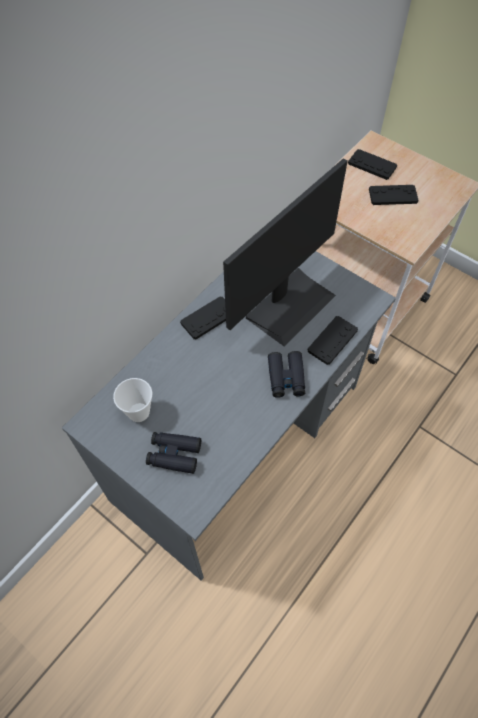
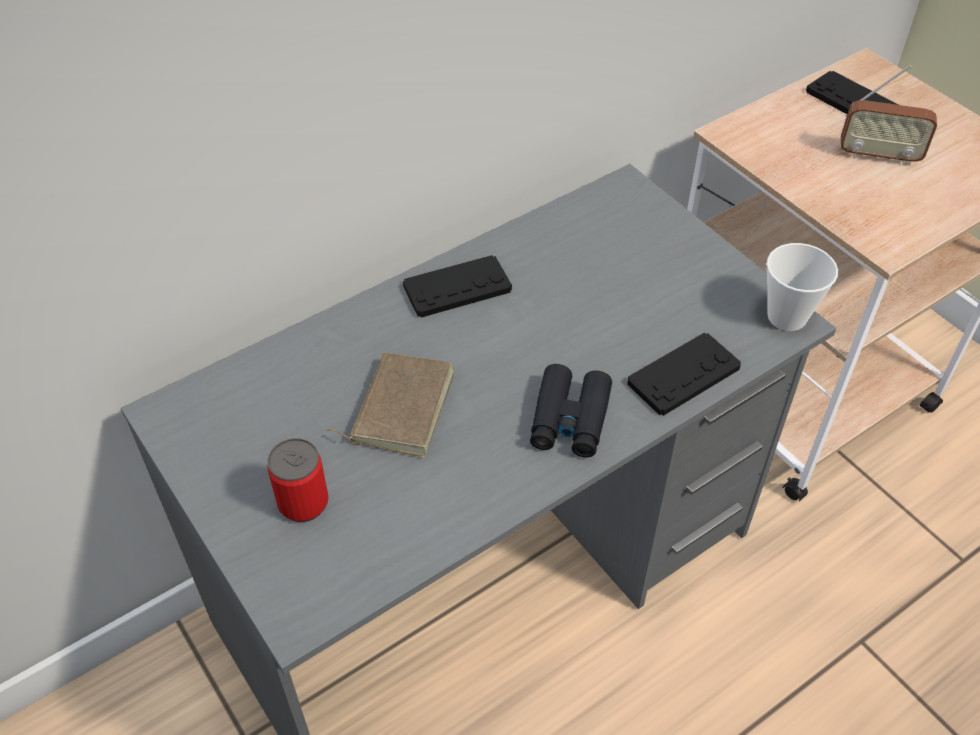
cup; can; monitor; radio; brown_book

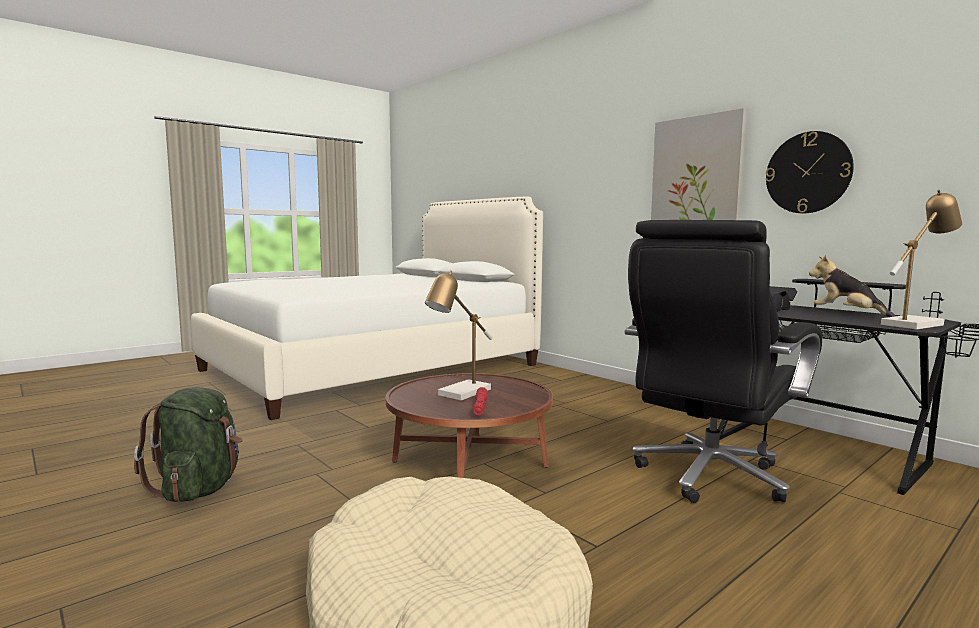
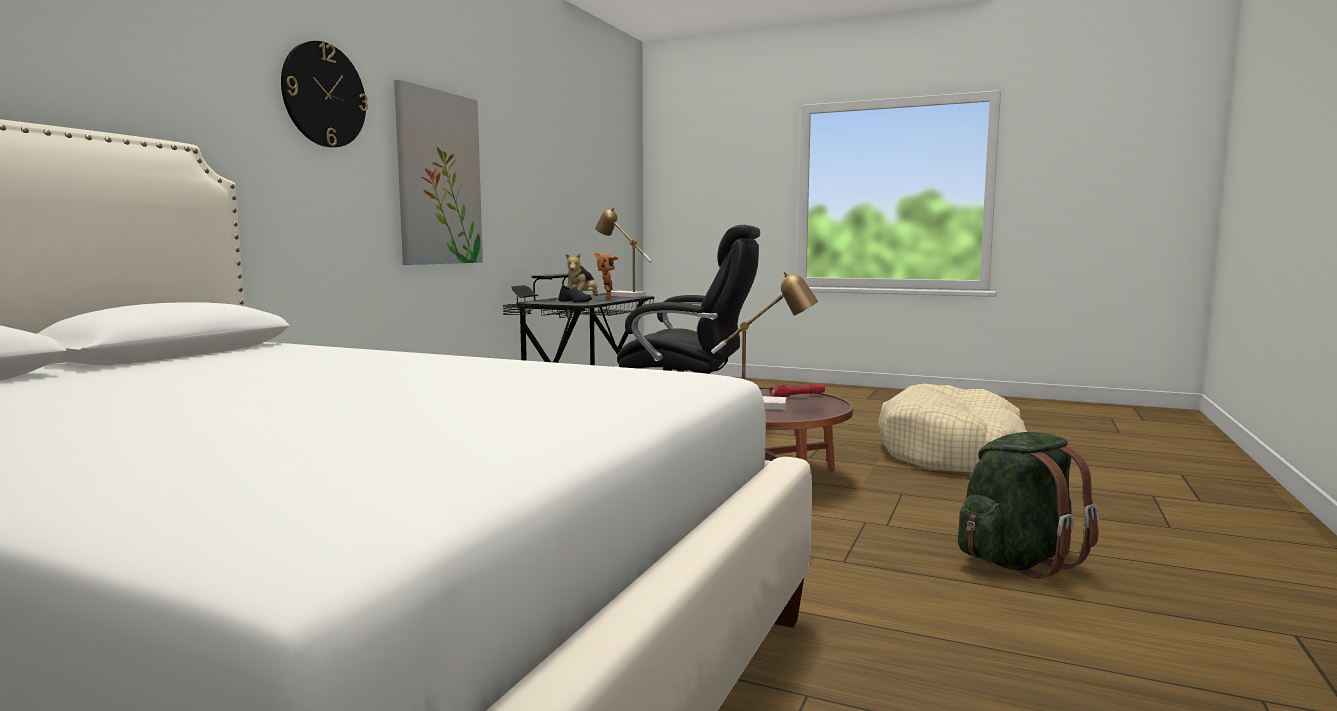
wall_clock; toy_robot

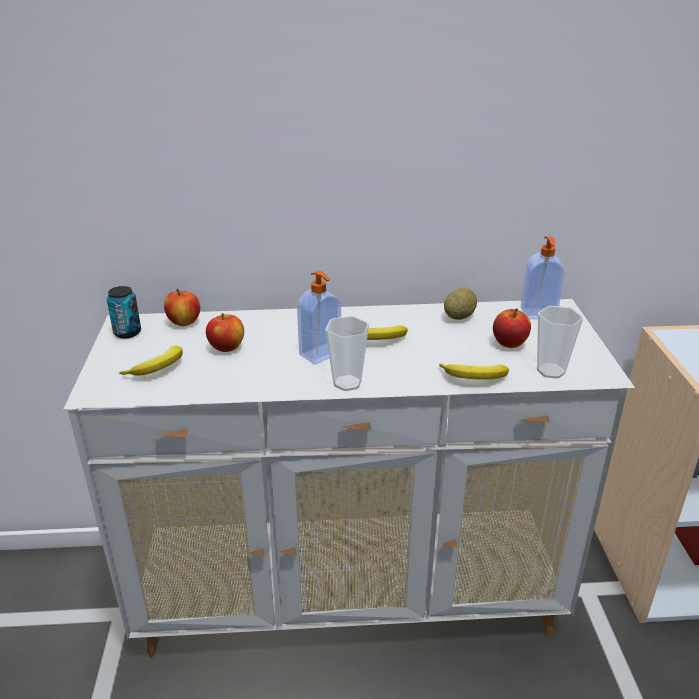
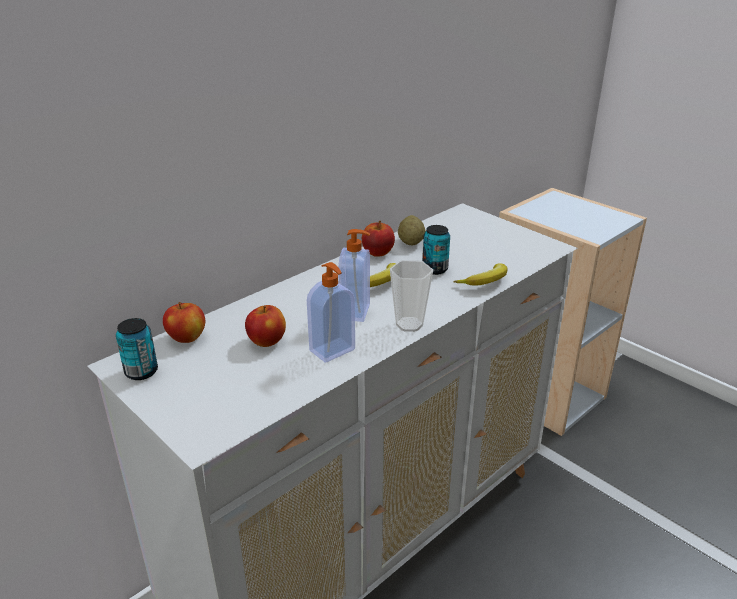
banana (1st from left in the first image); apple (3rd from left); soap_dispenser (1st from left); cup (2nd from left in the first image); can (2nd from left)

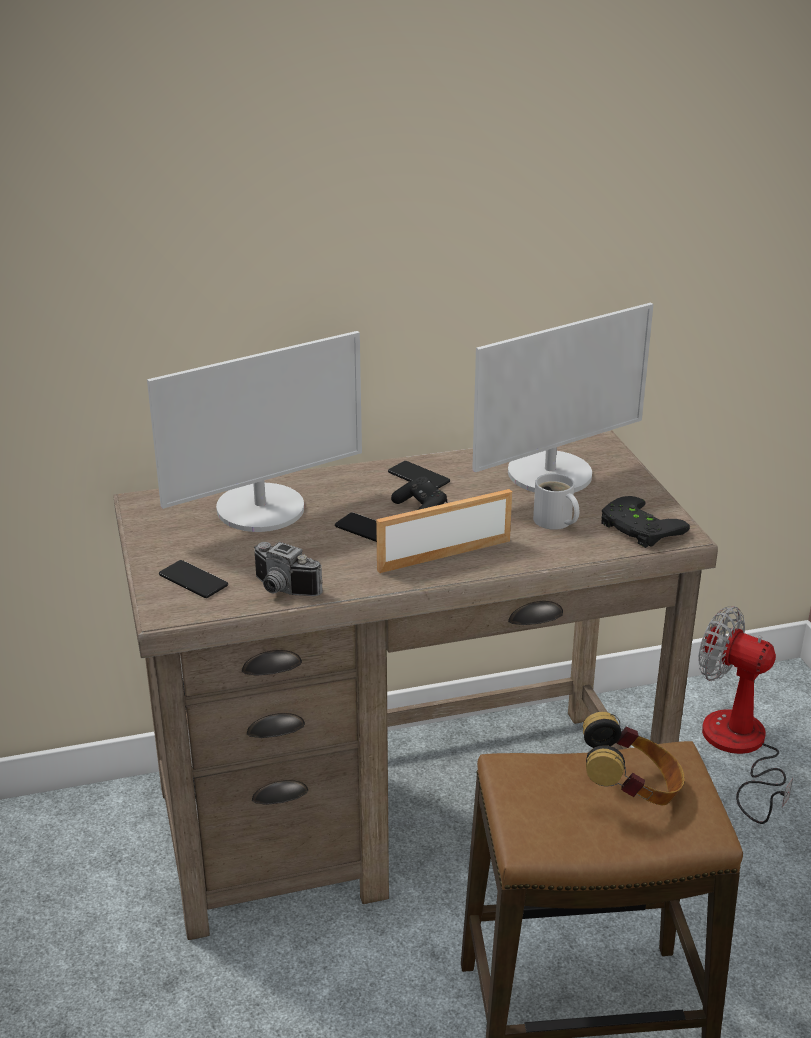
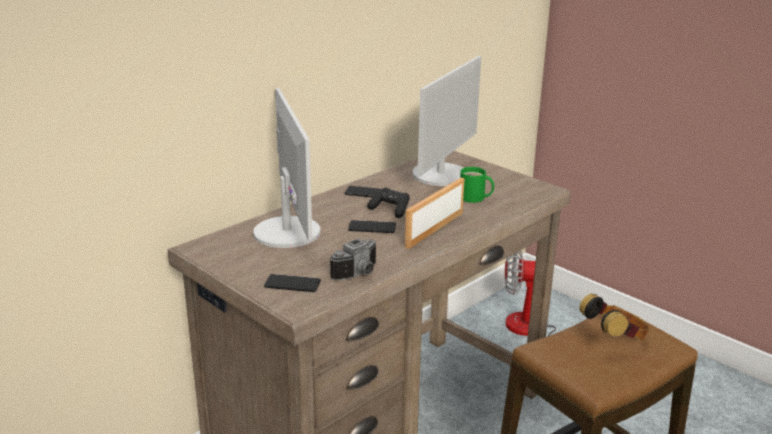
monitor (1st from left); photo_camera; green_mug; black_game_controller (2nd from left in the first image)

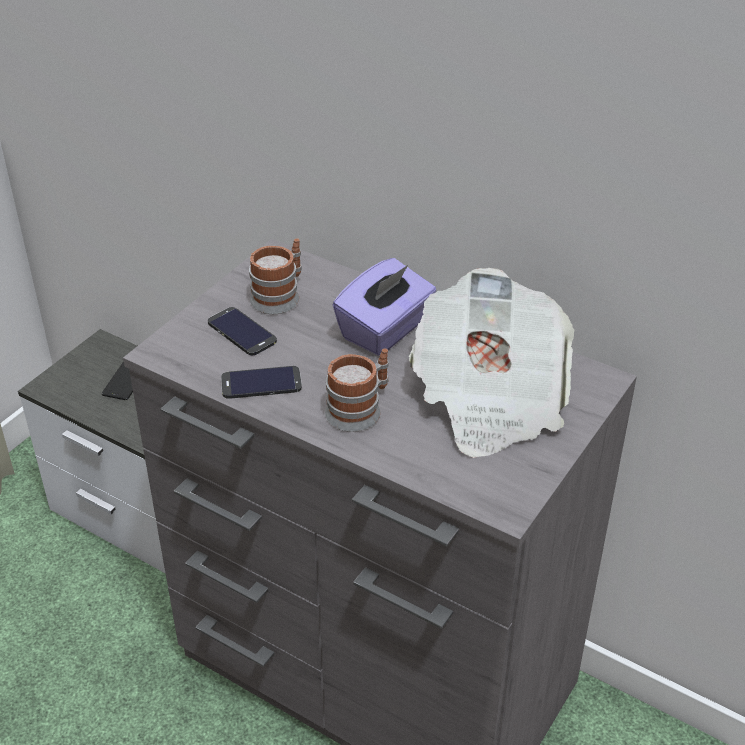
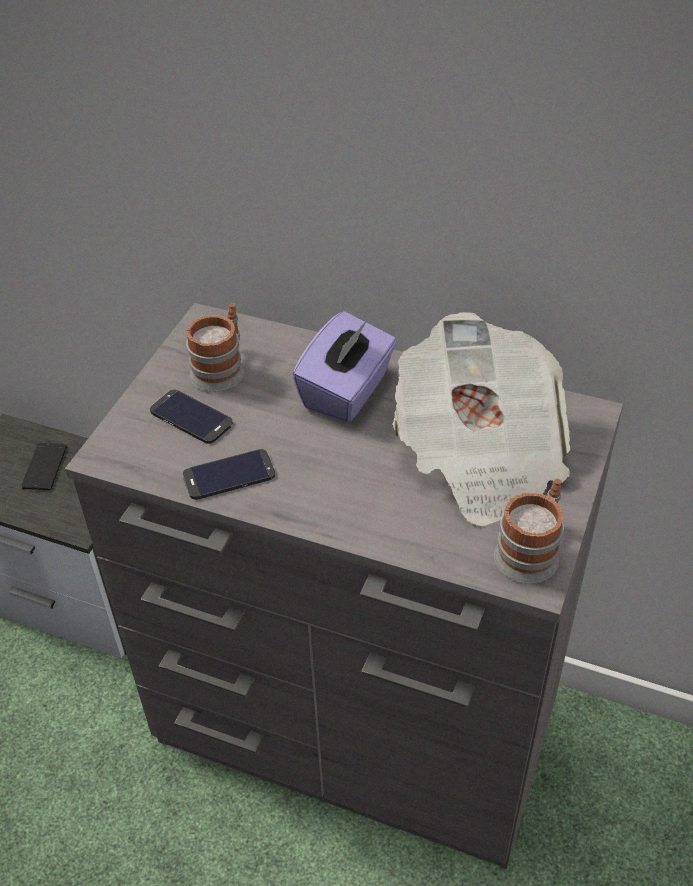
mug (2nd from left)

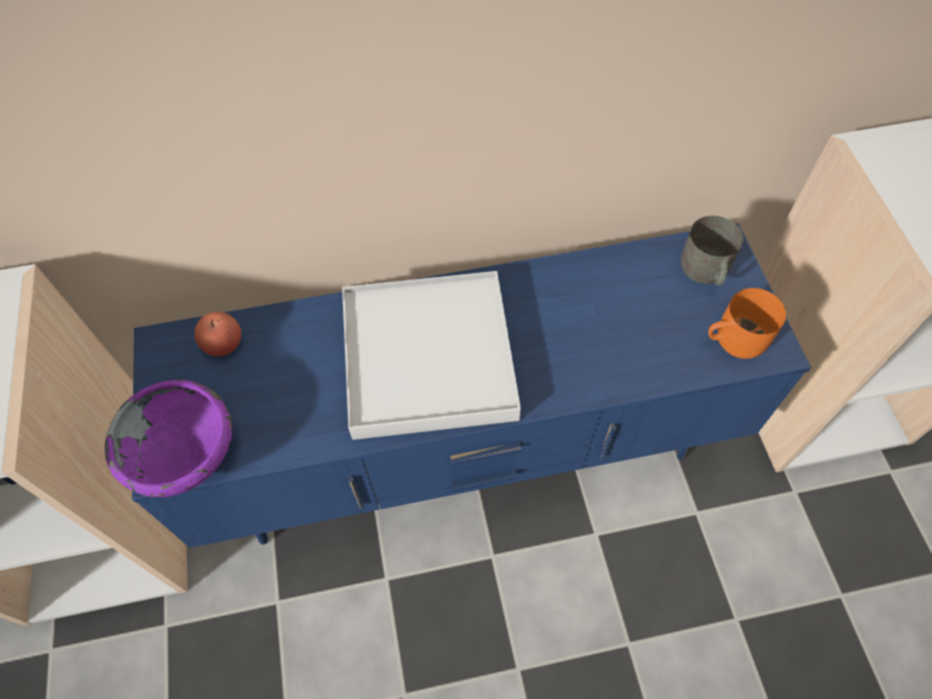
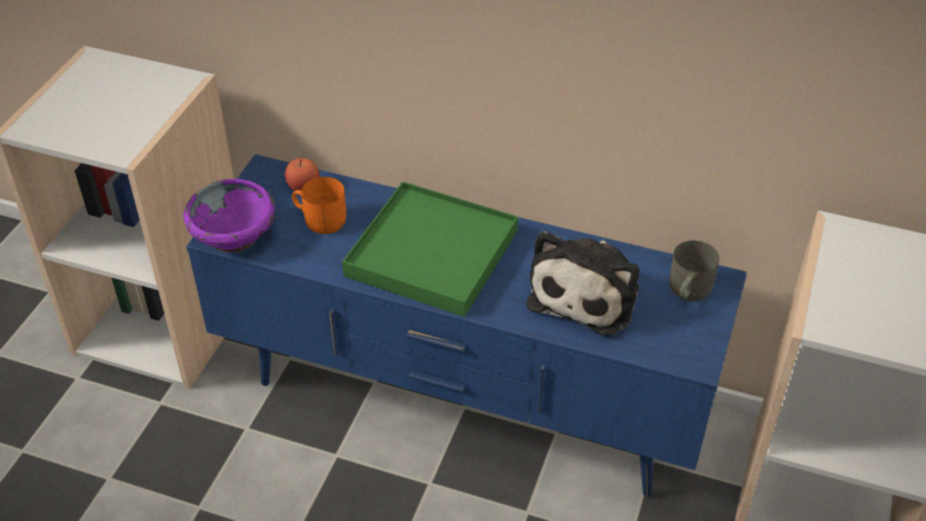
green_tray; orange_mug; plush_toy

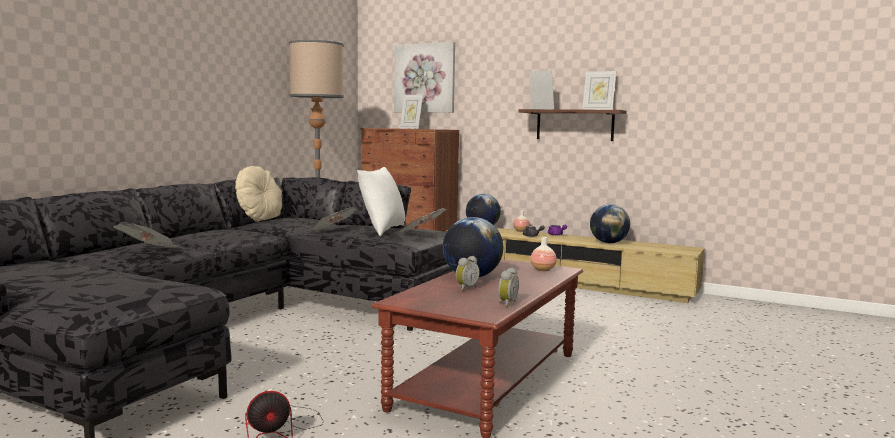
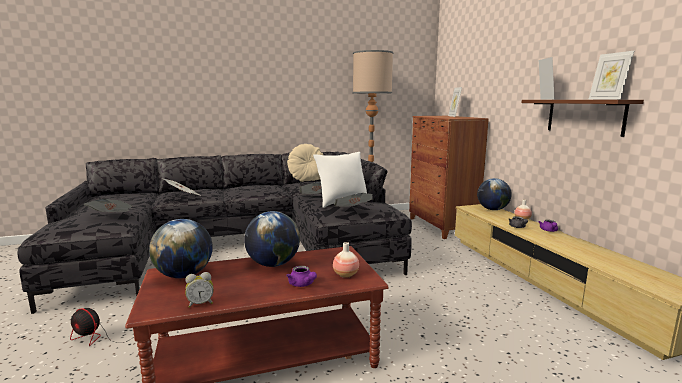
picture; alarm_clock (1st from left in the first image); globe (1st from left); newspaper (1st from left); purple_teapot (1st from left)

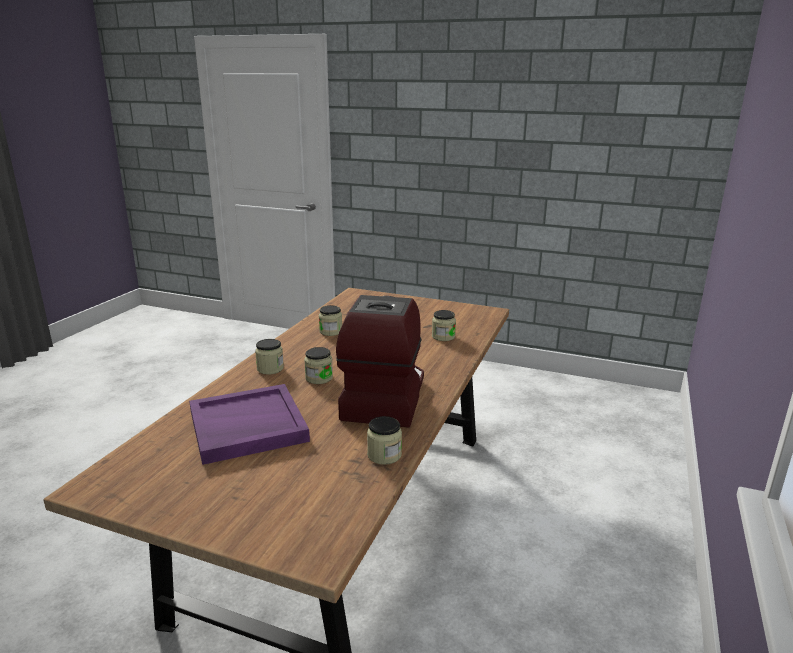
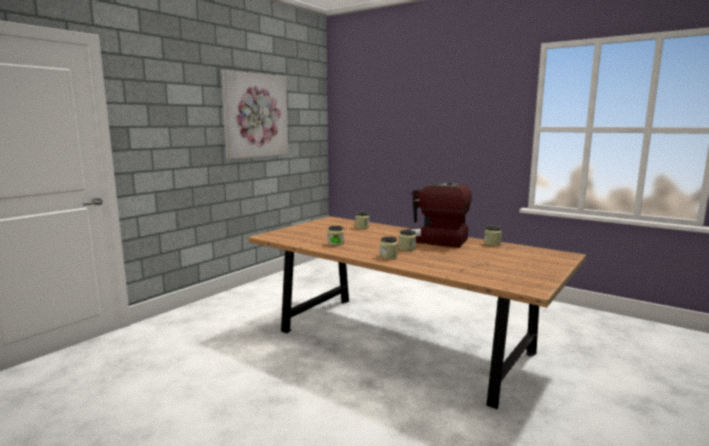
purple_tray; picture

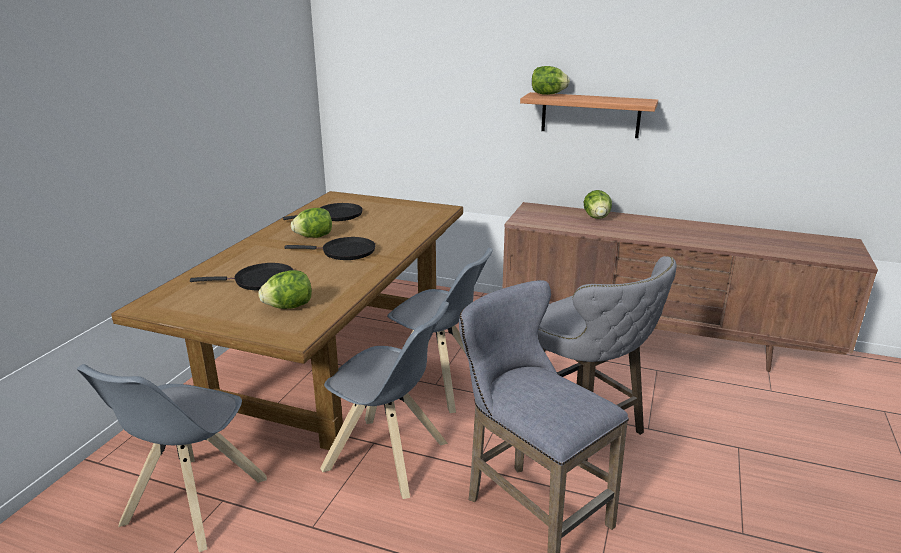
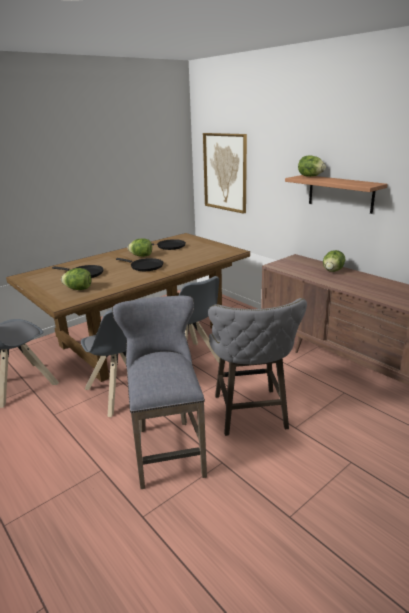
picture

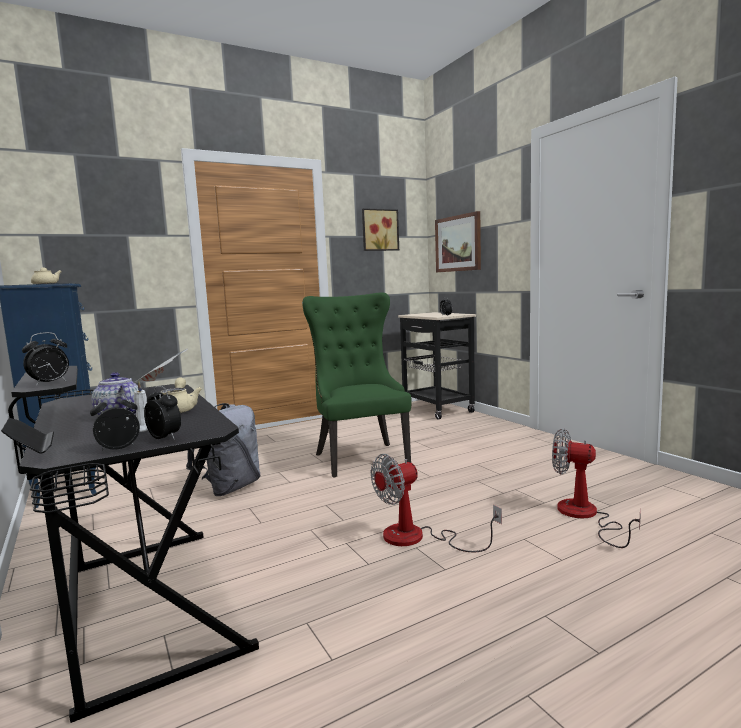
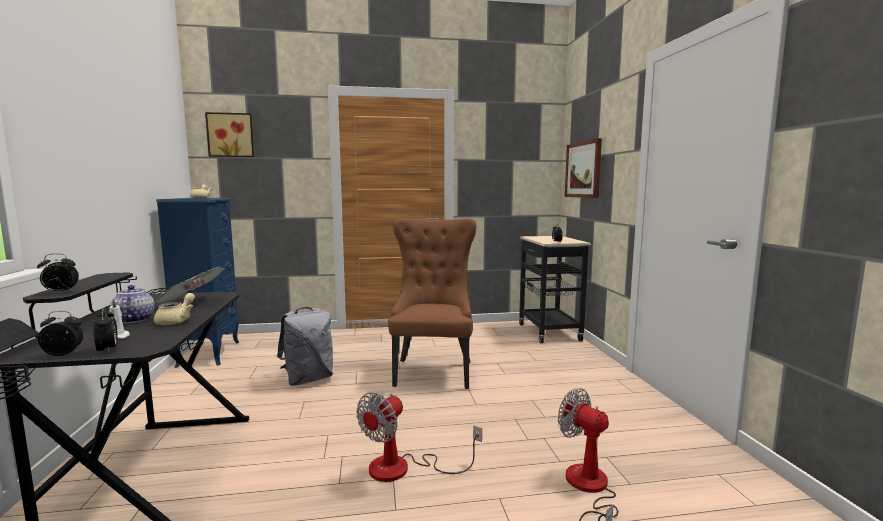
brown_chair; picture (1st from left); fan (1st from left)

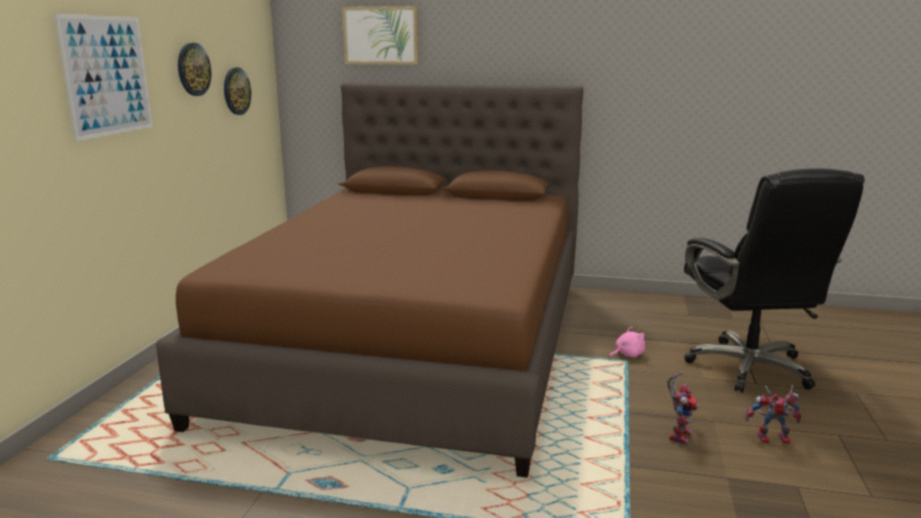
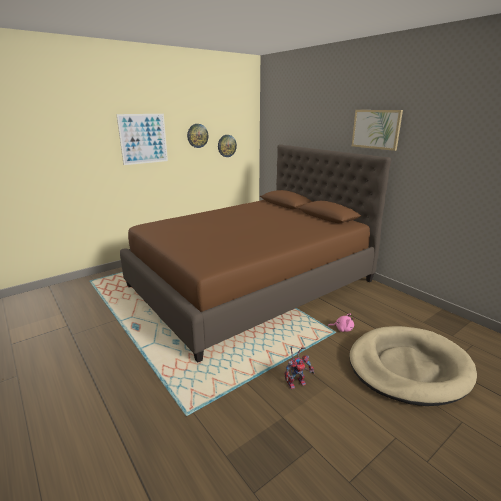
picture (2nd from left); beige_dog_bed; toy_robot (2nd from left in the first image)

